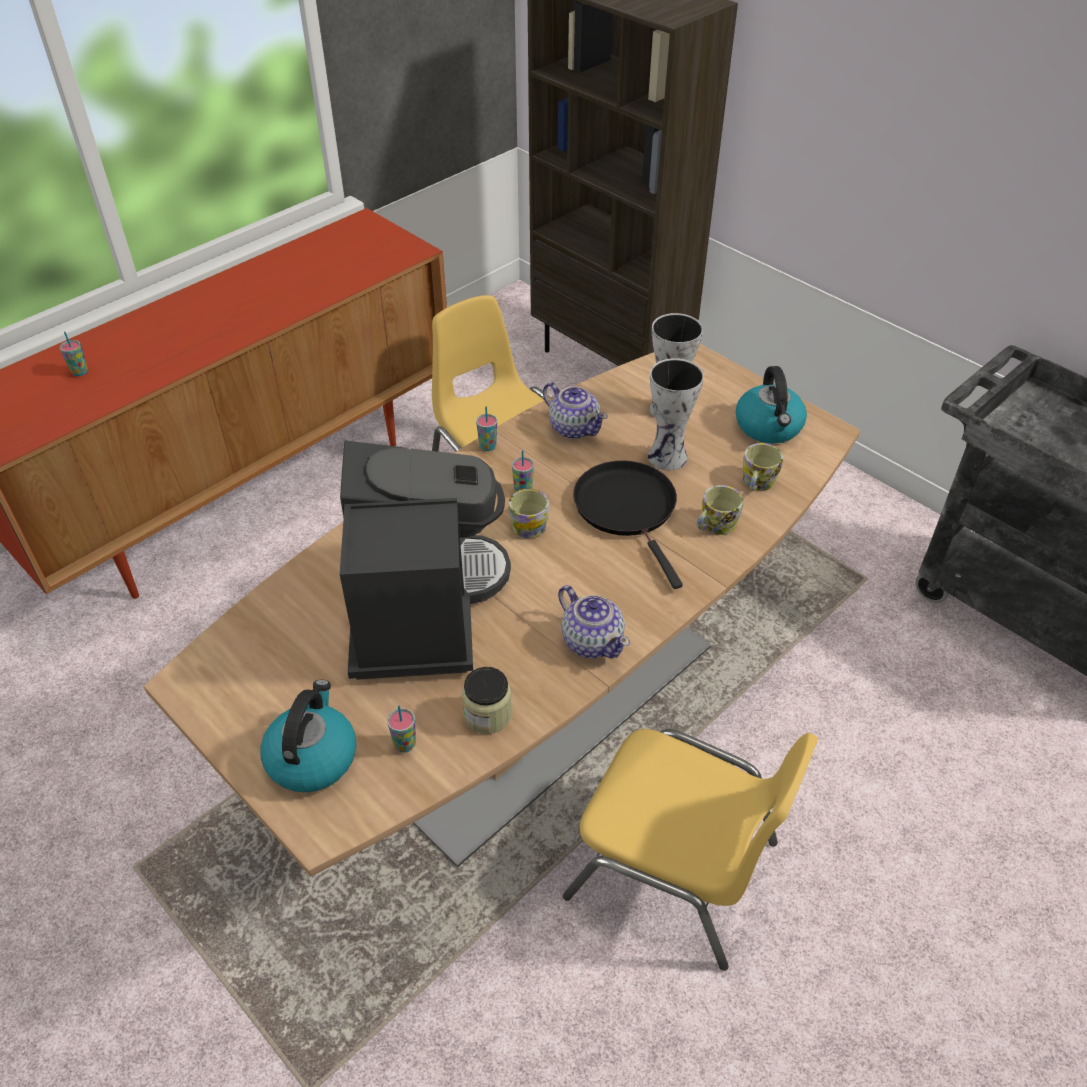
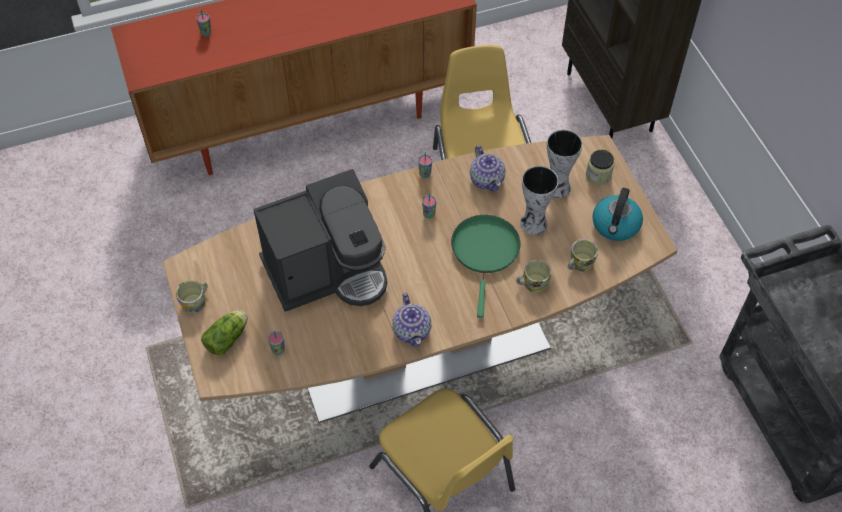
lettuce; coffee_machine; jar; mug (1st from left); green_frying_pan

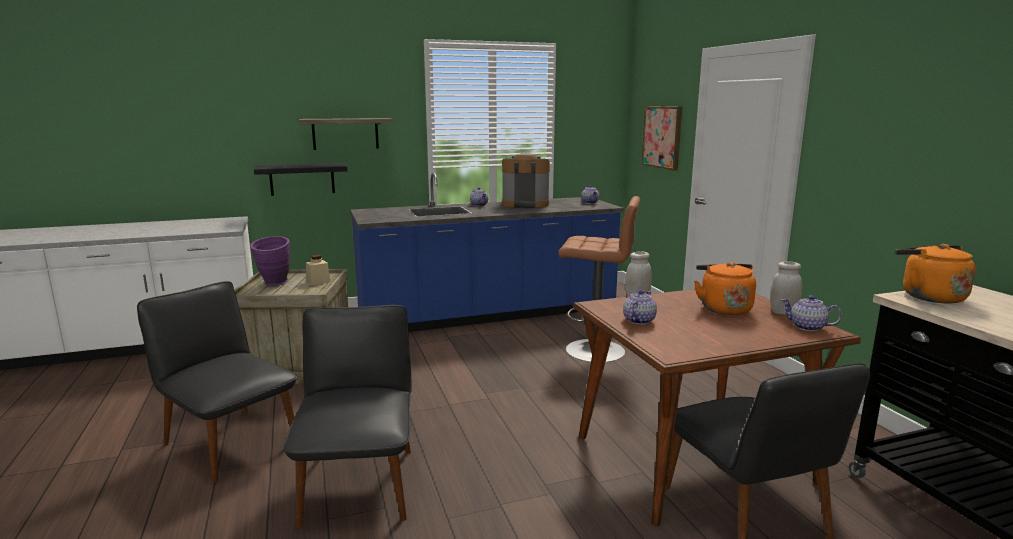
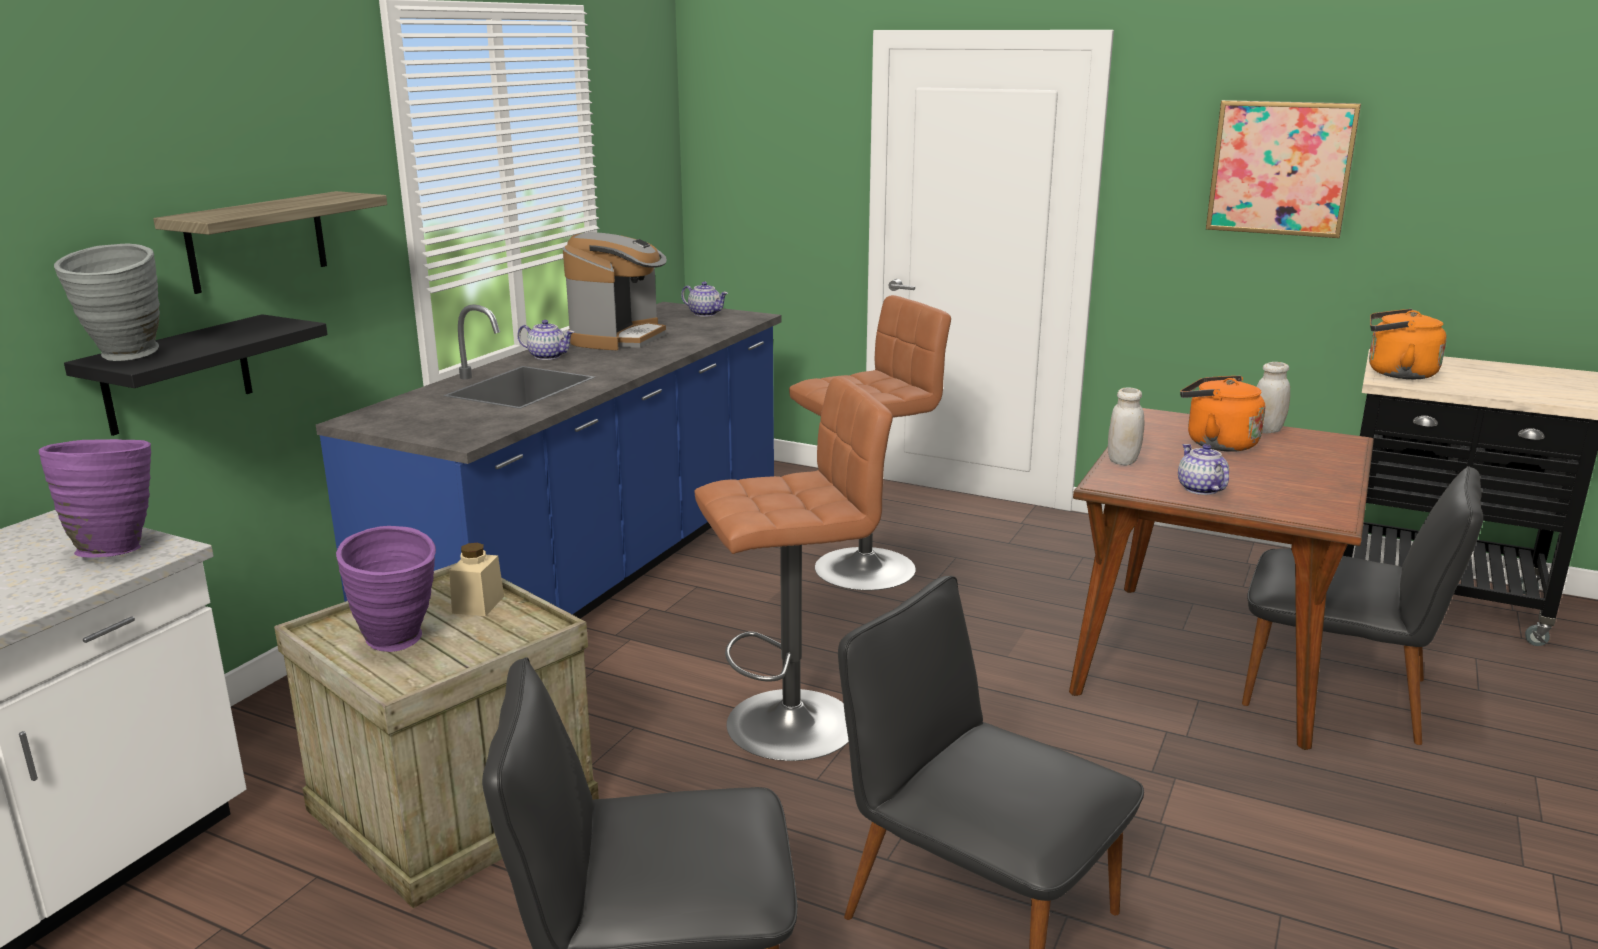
coffee_machine; picture; teapot (4th from left in the first image); purple_vase (1st from left); grey_vase; brown_stool (1st from left)

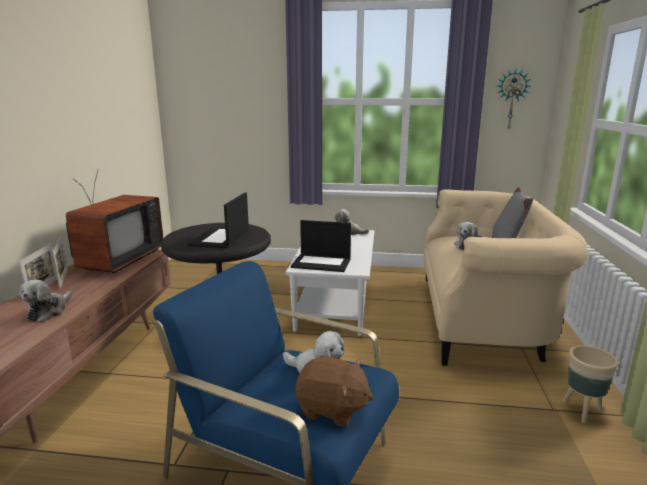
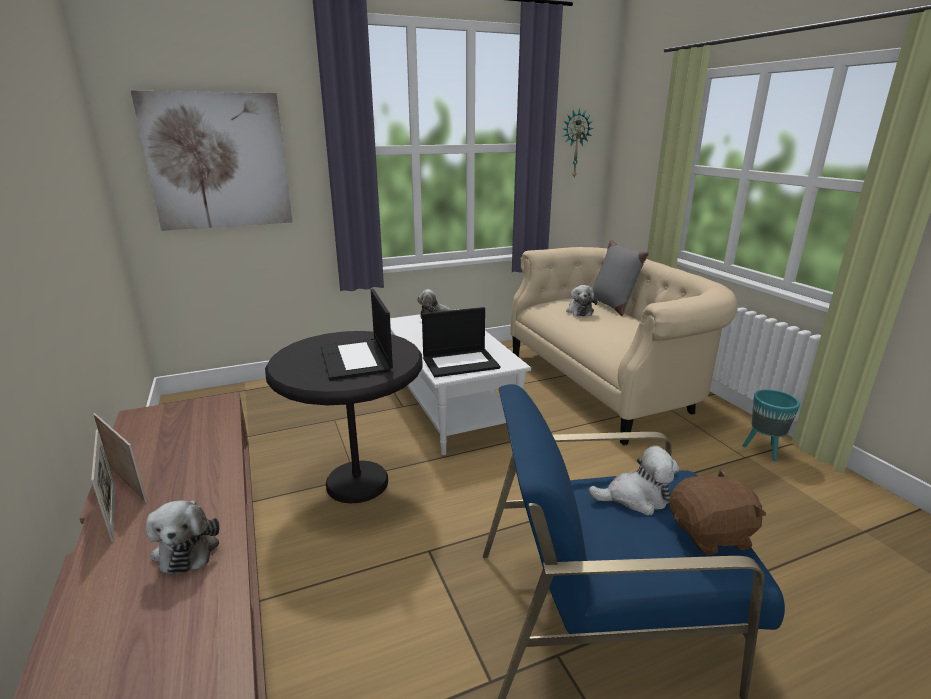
television; turquoise_planter; picture

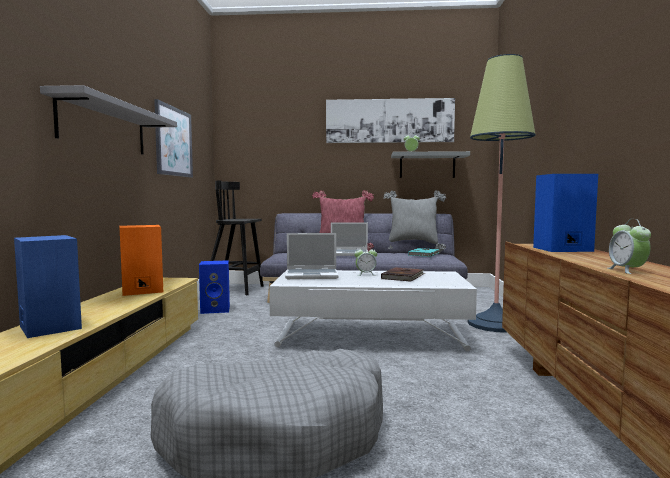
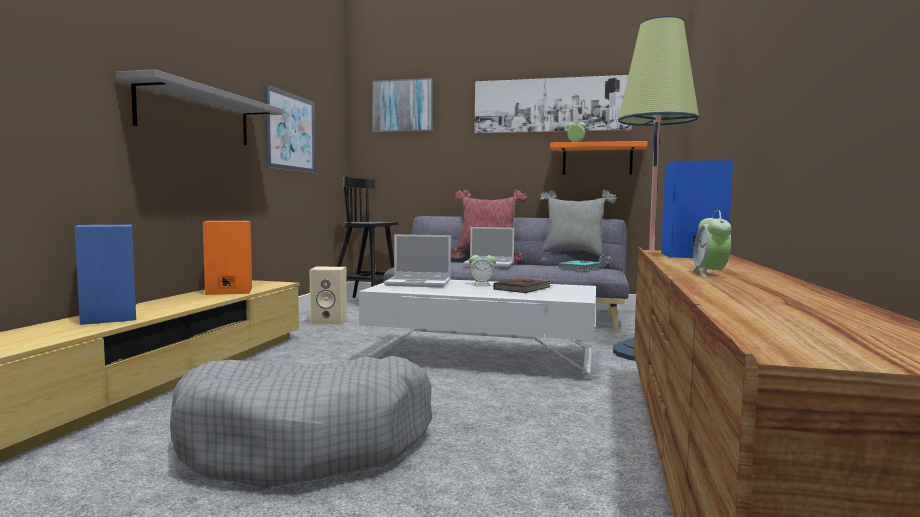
beige_speaker; orange_shelf; picture (2nd from left)

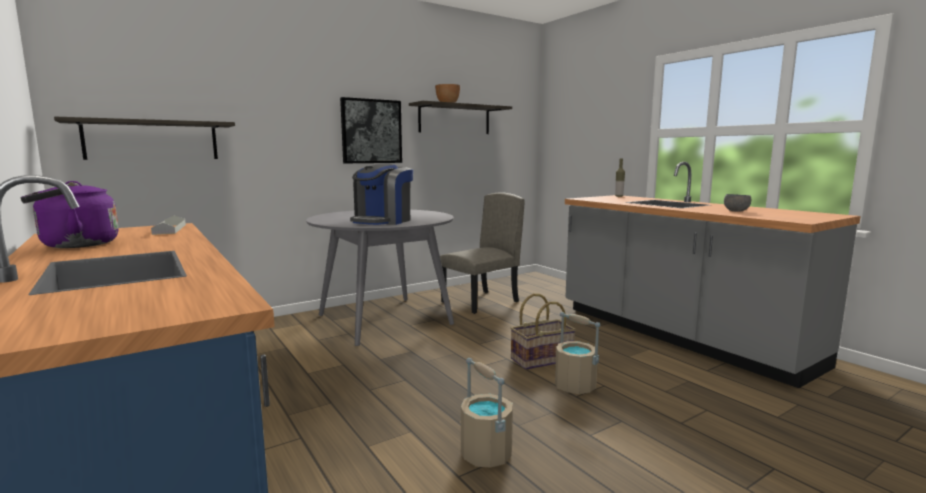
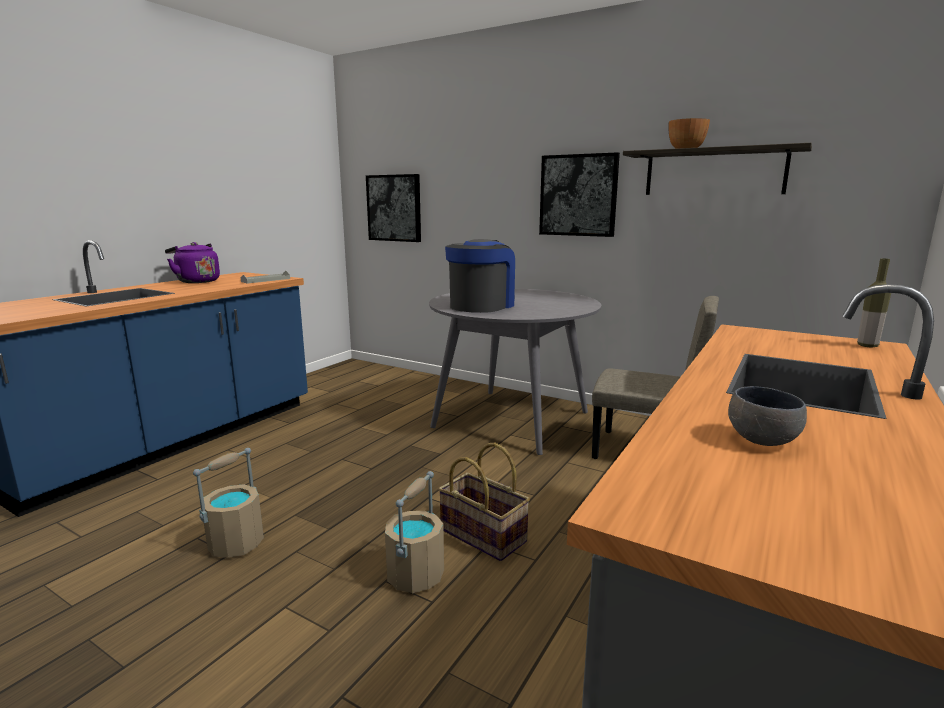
picture (1st from left); coffee_machine

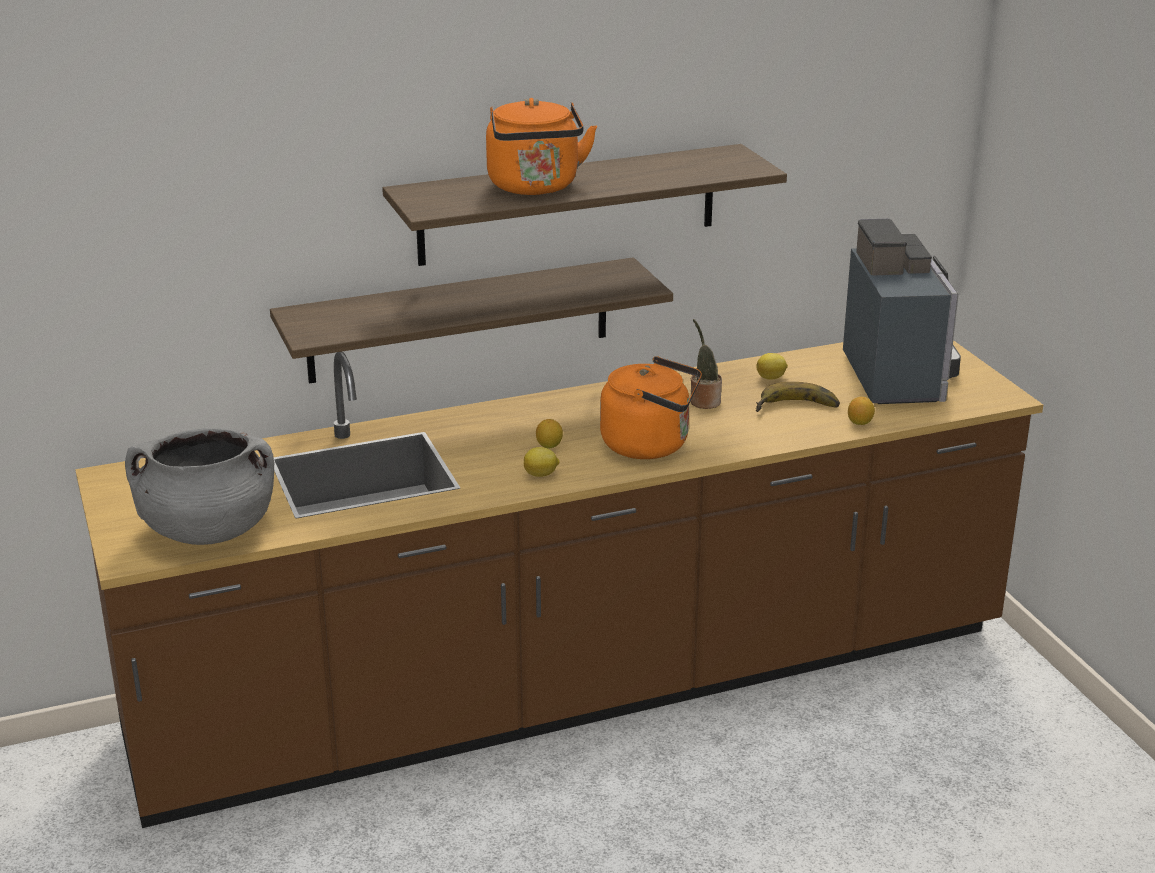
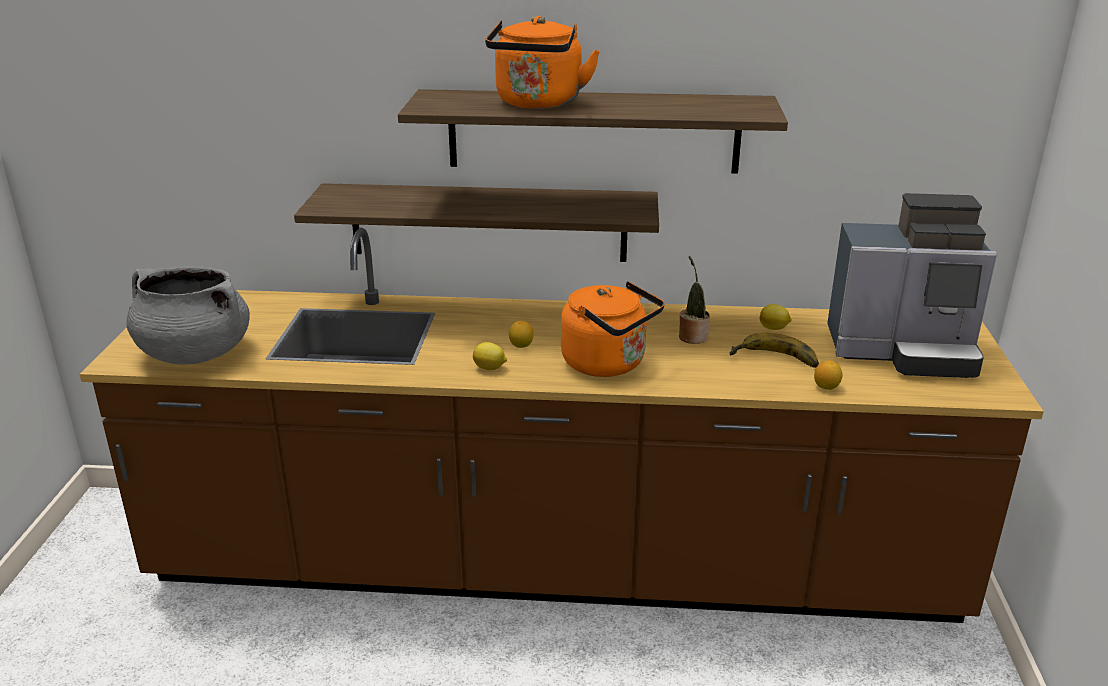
coffee_machine

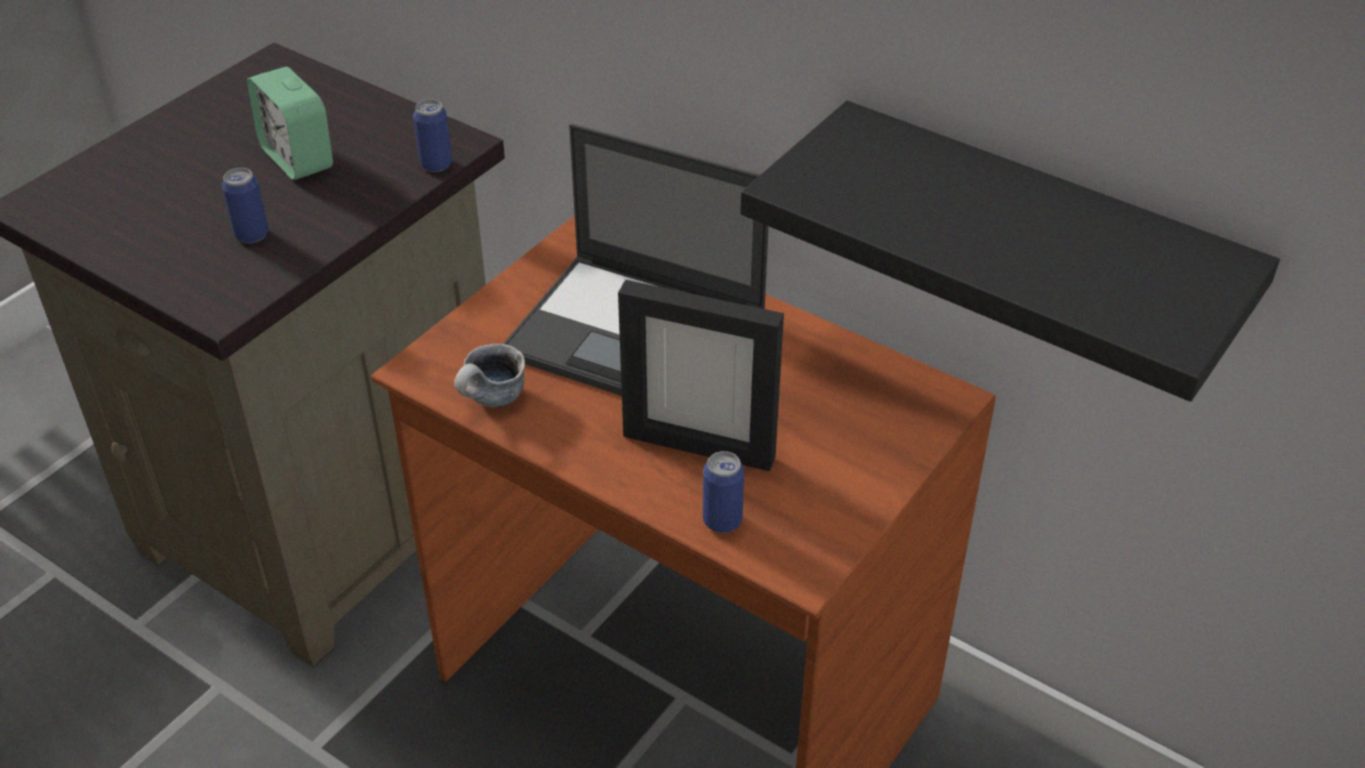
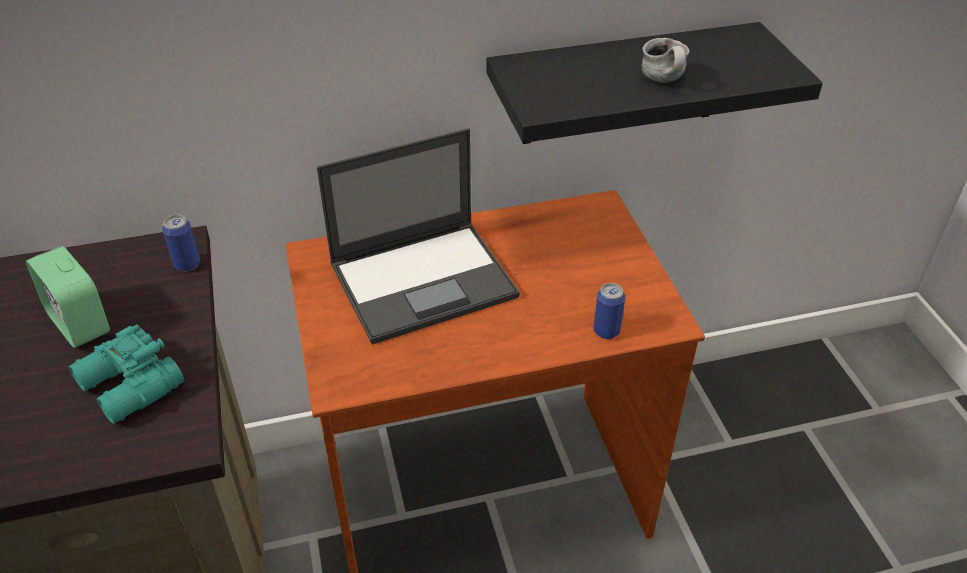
turquoise_binoculars; alarm_clock; mug; picture_frame

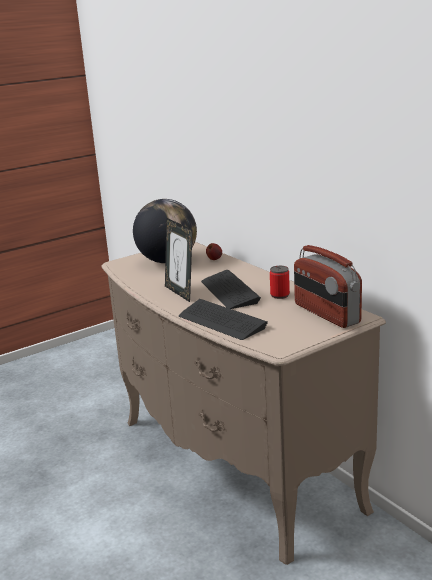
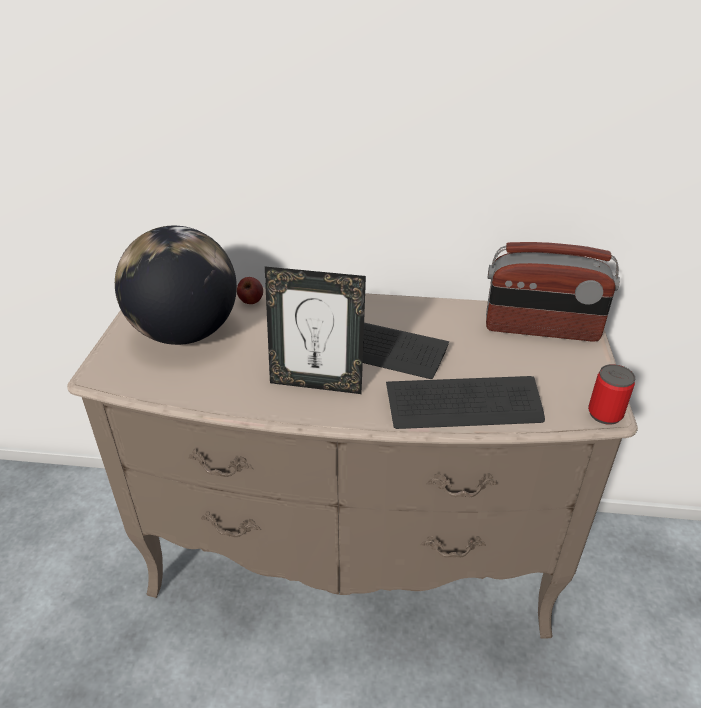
can

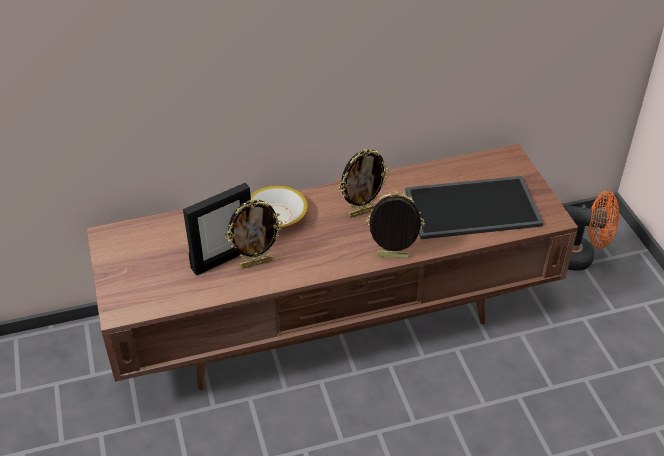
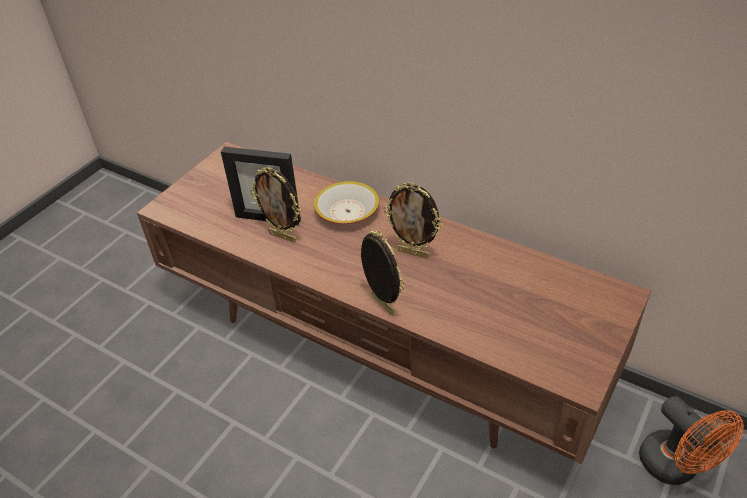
tray

